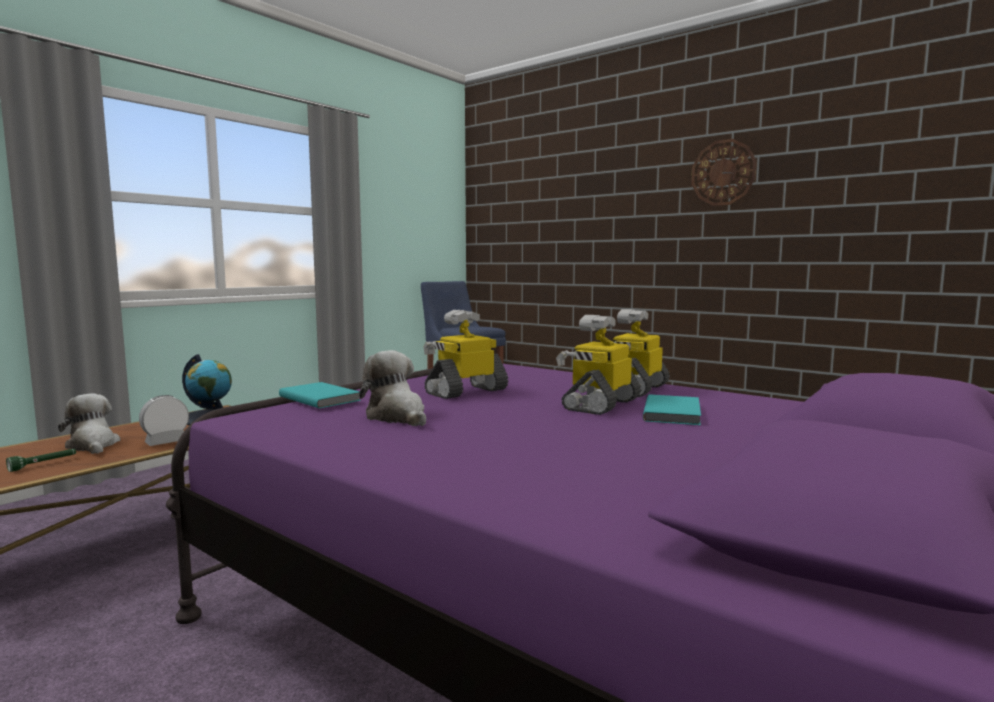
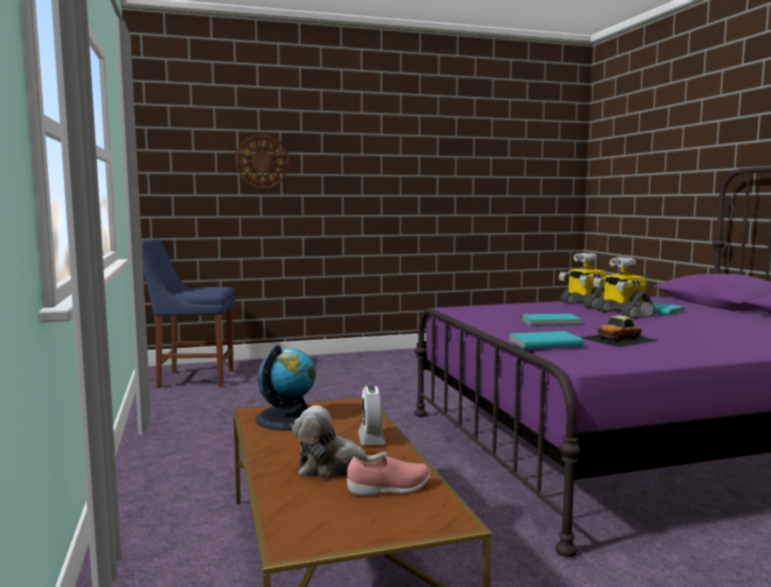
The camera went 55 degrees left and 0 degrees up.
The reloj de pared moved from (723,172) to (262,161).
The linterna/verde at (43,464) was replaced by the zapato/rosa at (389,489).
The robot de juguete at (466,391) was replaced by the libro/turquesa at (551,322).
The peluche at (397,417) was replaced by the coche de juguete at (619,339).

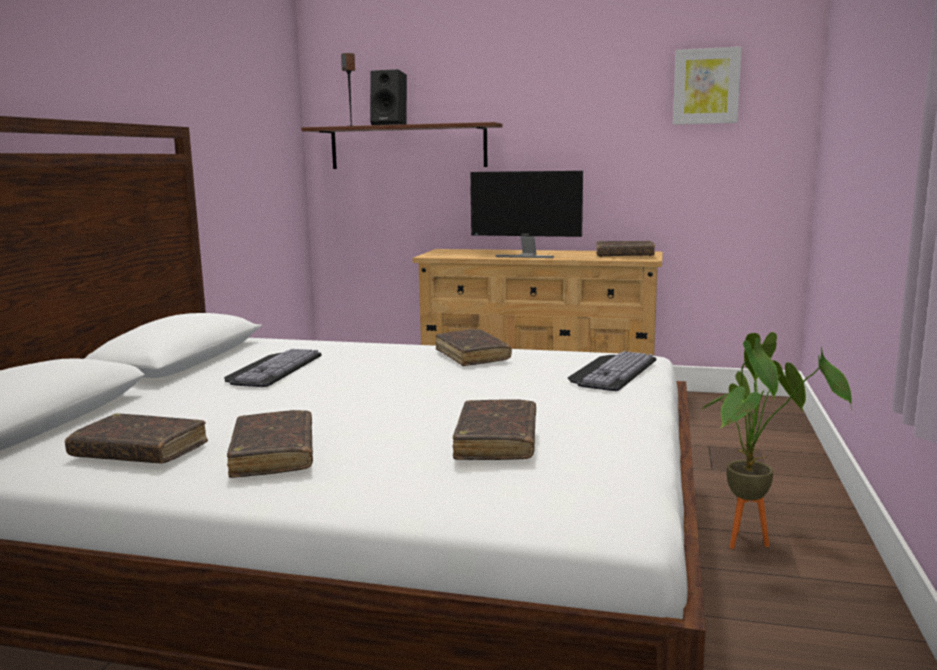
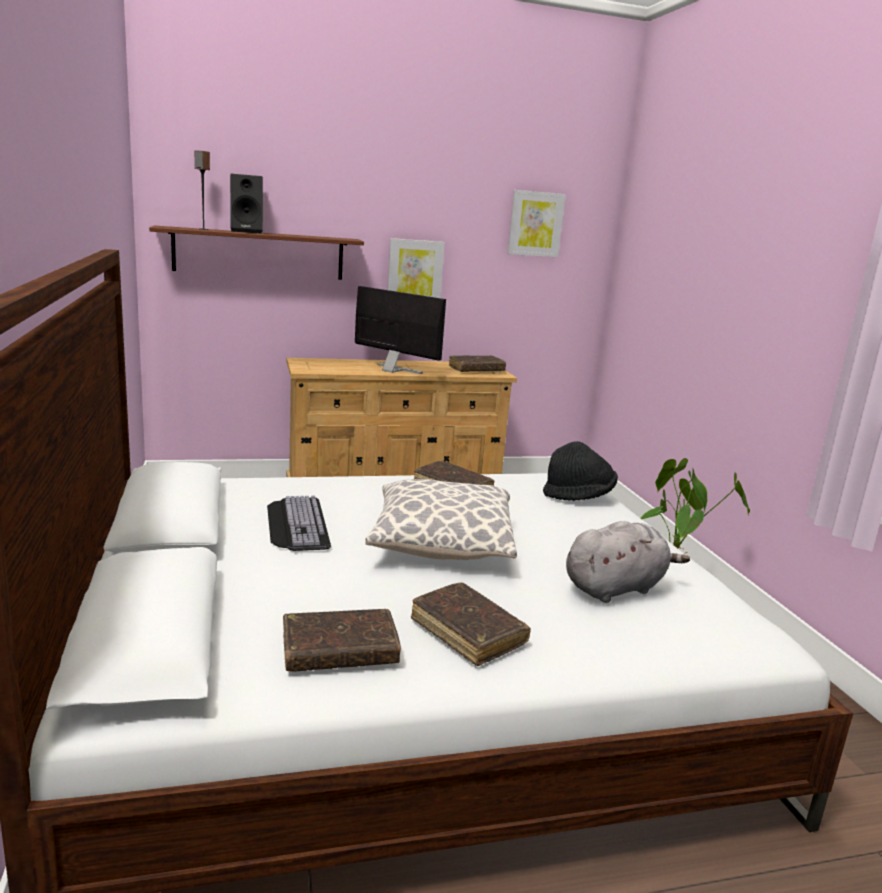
The camera went 30 degrees left and 5 degrees up.
The monitor at (526,256) turned 135 degrees counterclockwise.
The cojín at (441,545) appeared.
The cuadro at (415,272) appeared.
The teclado at (610,371) was replaced by the sombrero/negro at (578,496).
The libro/marrón at (496,442) was replaced by the peluche/gris at (616,588).

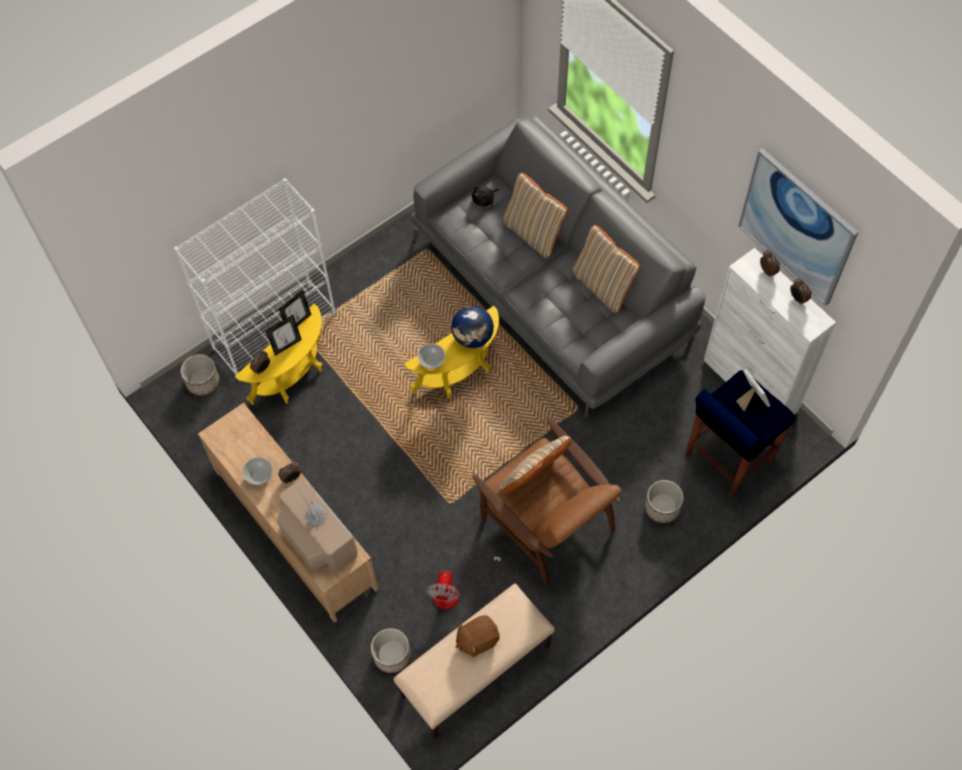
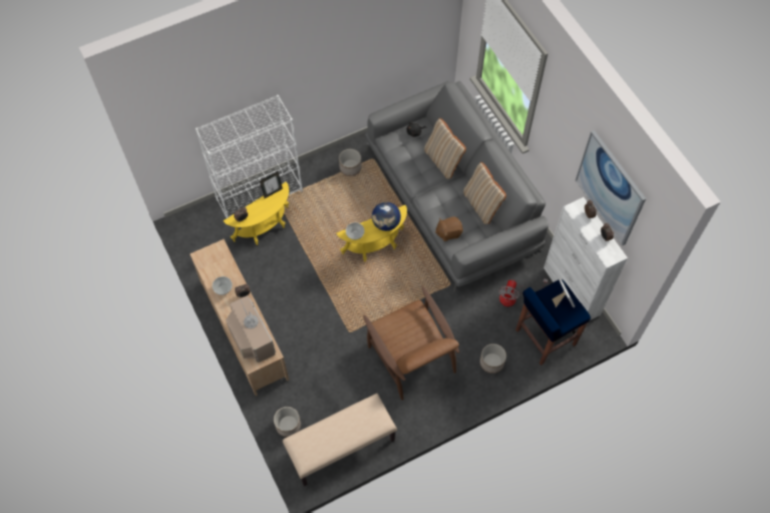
The camera went 10 degrees right and 0 degrees up.
The maceta moved from (203,382) to (350,167).
The peluche/marrón moved from (477,640) to (448,232).
The ventilador moved from (455,591) to (514,297).
The portarretratos at (287,346) disappeared.
The cojín/beis at (534,478) disappeared.

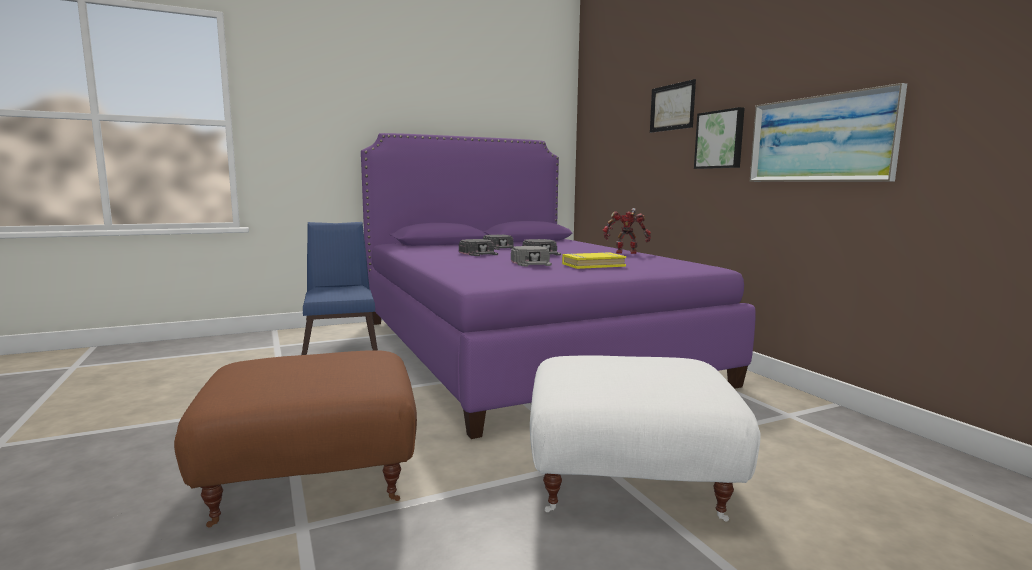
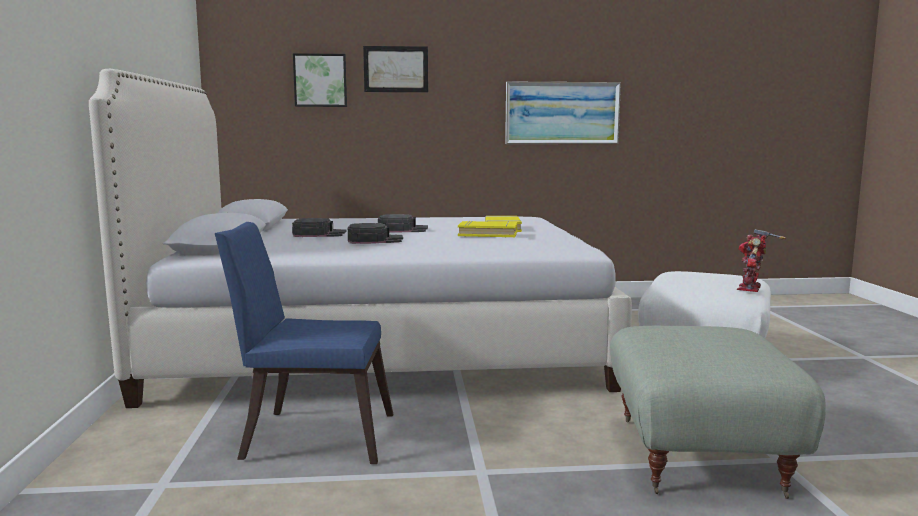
The camera went 70 degrees left and 0 degrees up.
The cama/morado at (523,349) became the cama/blanco at (381,347).
The cuadro moved from (720,139) to (320,80).
The gorra/gris at (531,262) was replaced by the libro/amarillo at (488,234).
The puf/marrón at (312,483) became the puf/gris at (701,455).
The robot de juguete moved from (626,253) to (751,288).

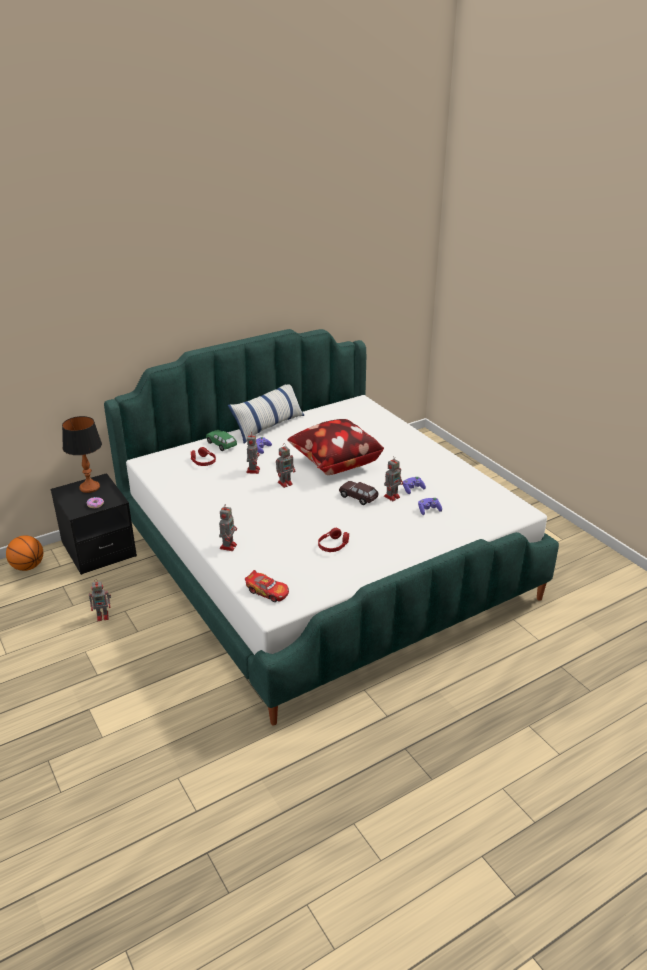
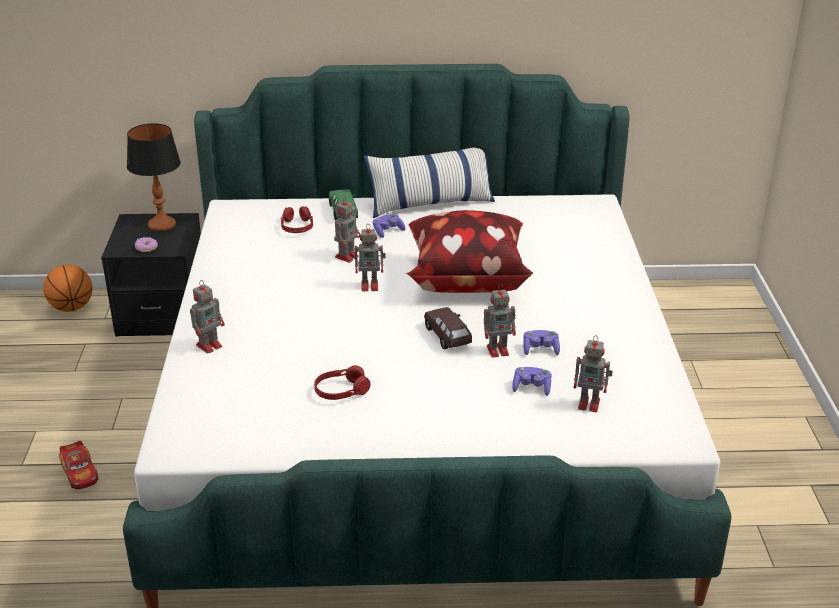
The camera went 30 degrees right and 0 degrees up.
The coche de juguete moved from (267,591) to (80,473).
The robot de juguete moved from (103,616) to (590,404).

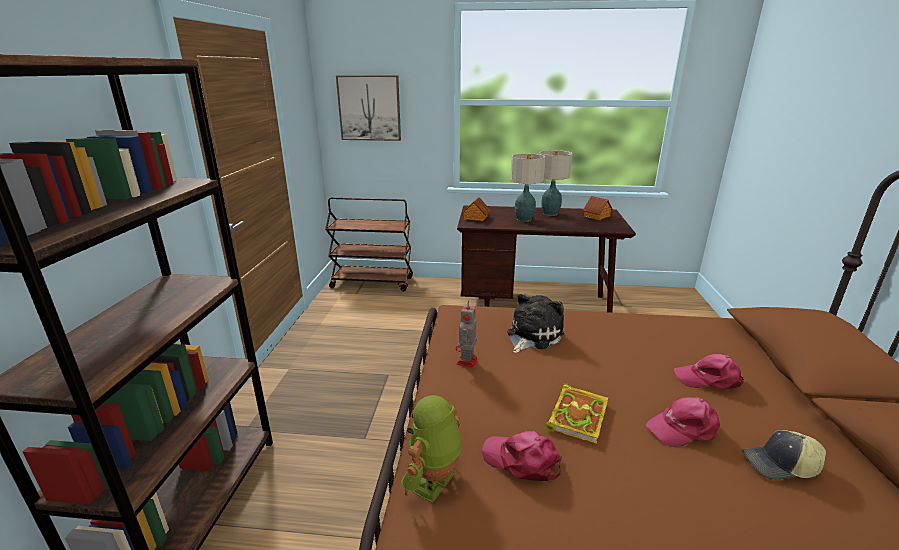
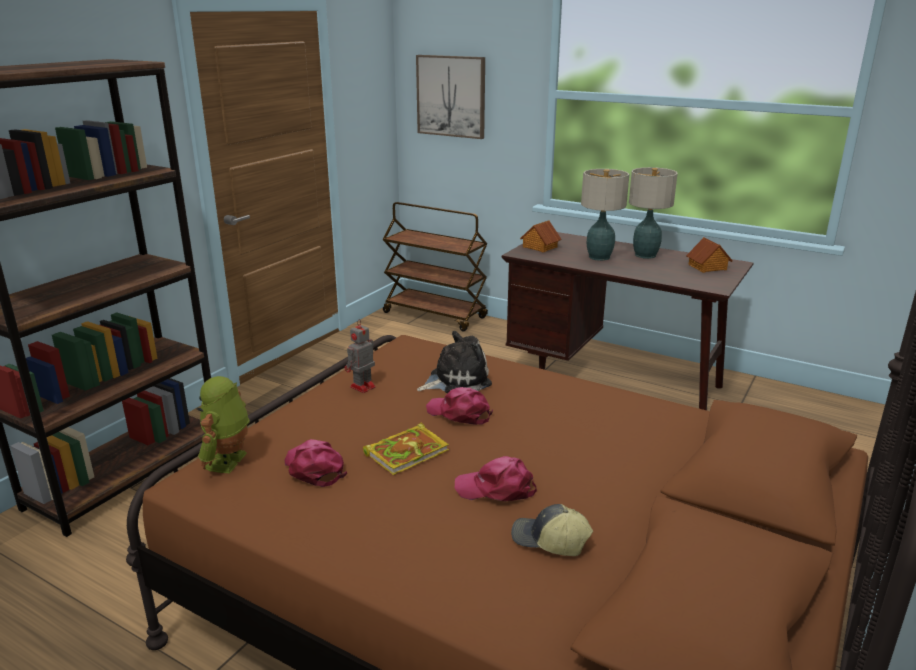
The camera went 25 degrees right and 0 degrees up.
The robot de juguete at (434,483) turned 45 degrees counterclockwise.
The gorra/rosa moved from (708,379) to (459,413).

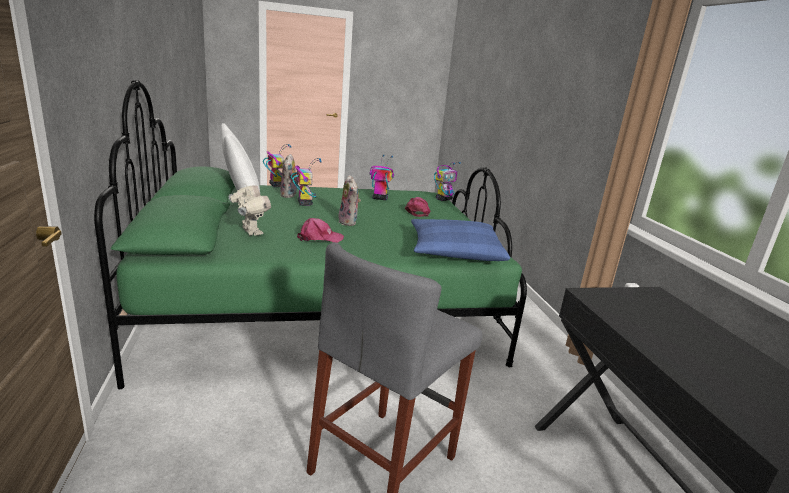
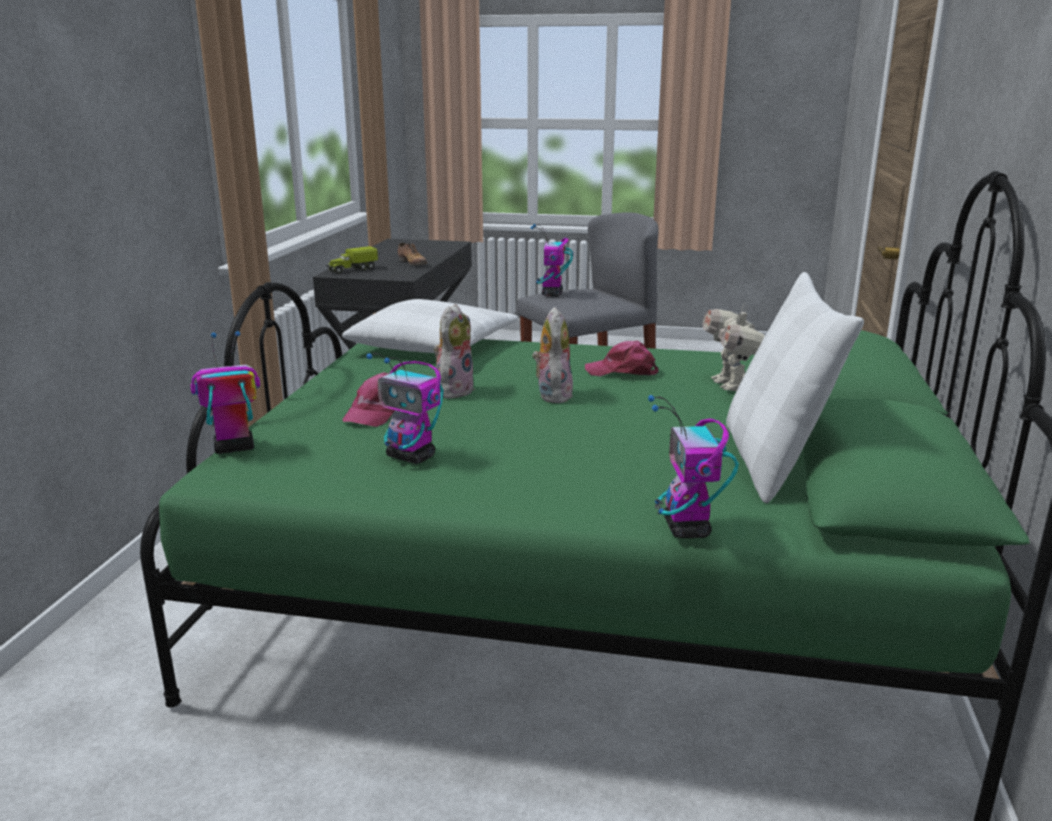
The camera went 155 degrees left and 0 degrees up.
The camión de juguete at (352,270) appeared.
The cojín/azul at (454,251) became the cojín/blanco at (433,346).
The zapato at (413,263) appeared.
The peluche moved from (289,195) to (453,390).
The robot de juguete moved from (304,203) to (552,294).

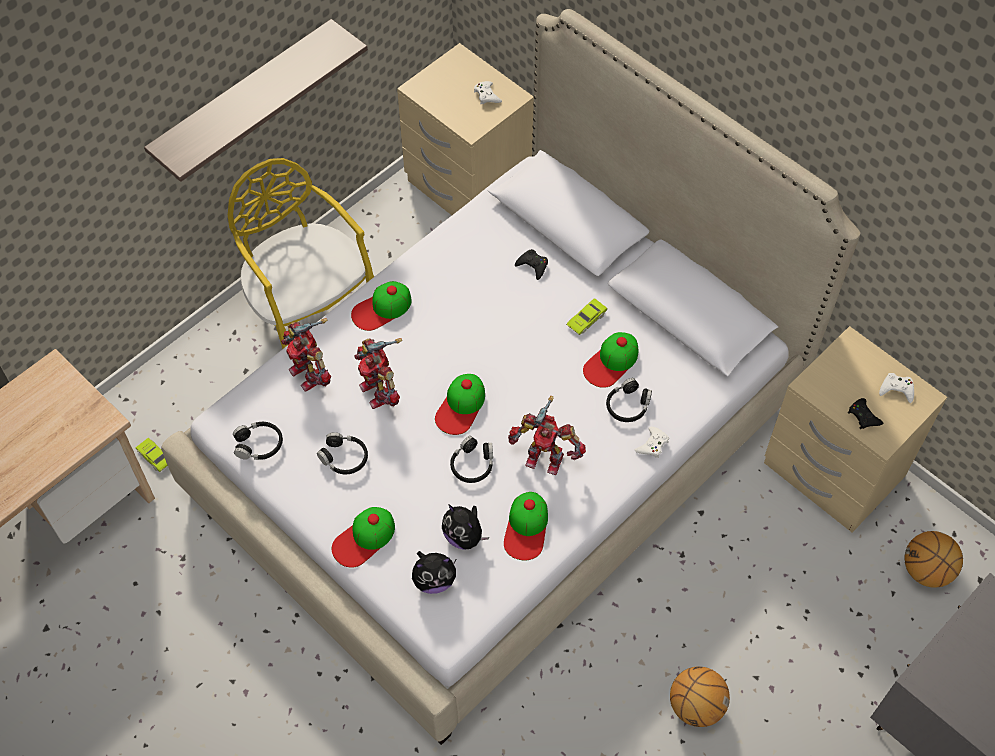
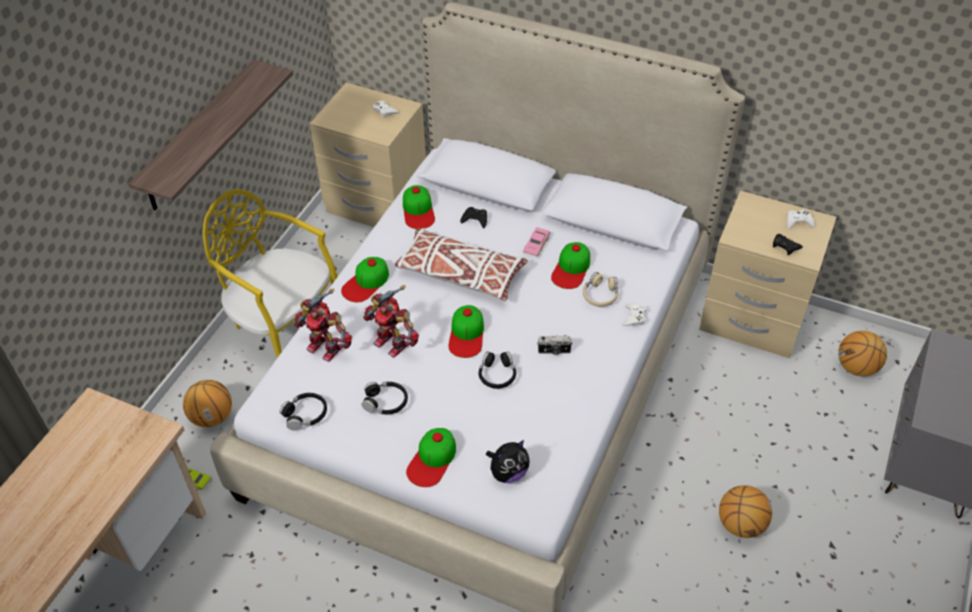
The camera went 20 degrees left and 10 degrees down.
The balón de baloncesto at (212,417) appeared.
The cojín/blanco at (460,273) appeared.
The gorra moved from (526,528) to (418,211).
The coche de juguete/verde at (586,319) became the coche de juguete/rosa at (536,245).
The robot de juguete at (545,457) was replaced by the cámara at (554,351).
The auriculares/negro at (628,405) became the auriculares/beis at (600,295).
The peluche at (464,536) disappeared.

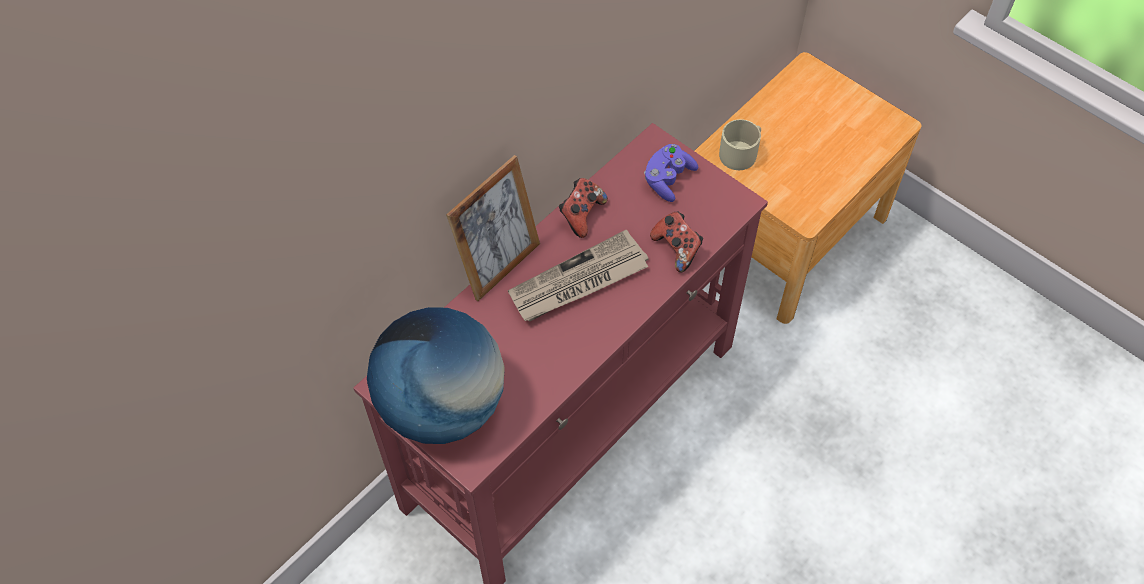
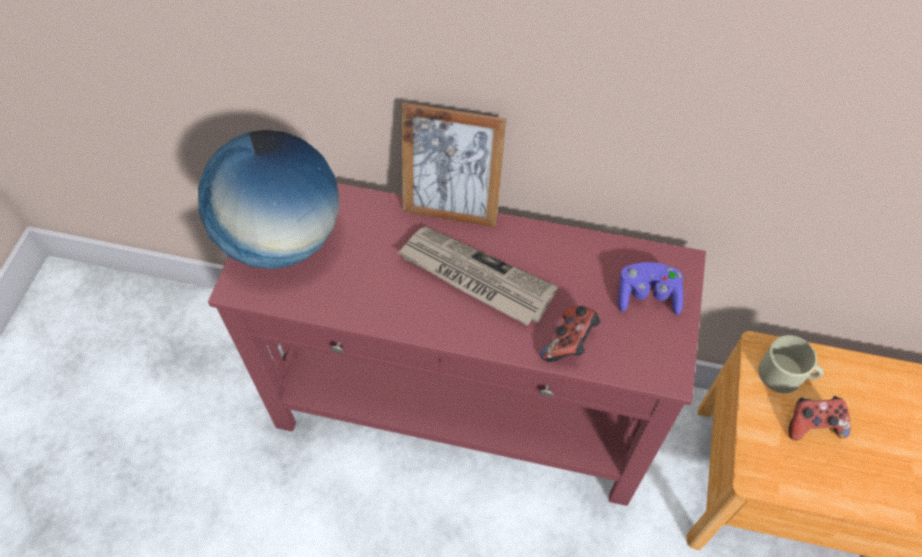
The camera went 60 degrees right and 0 degrees up.
The mando de consola moved from (581,215) to (813,424).

